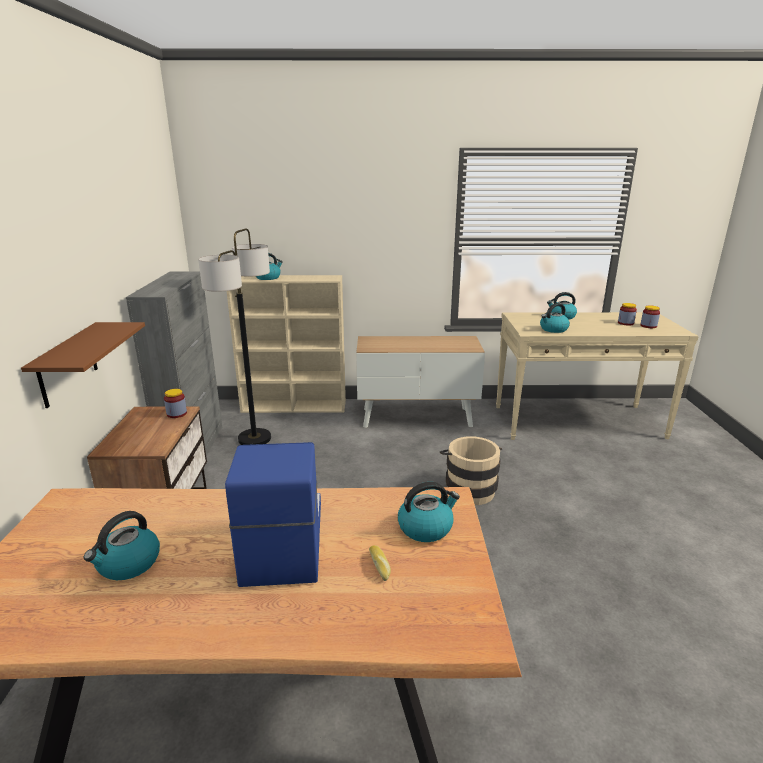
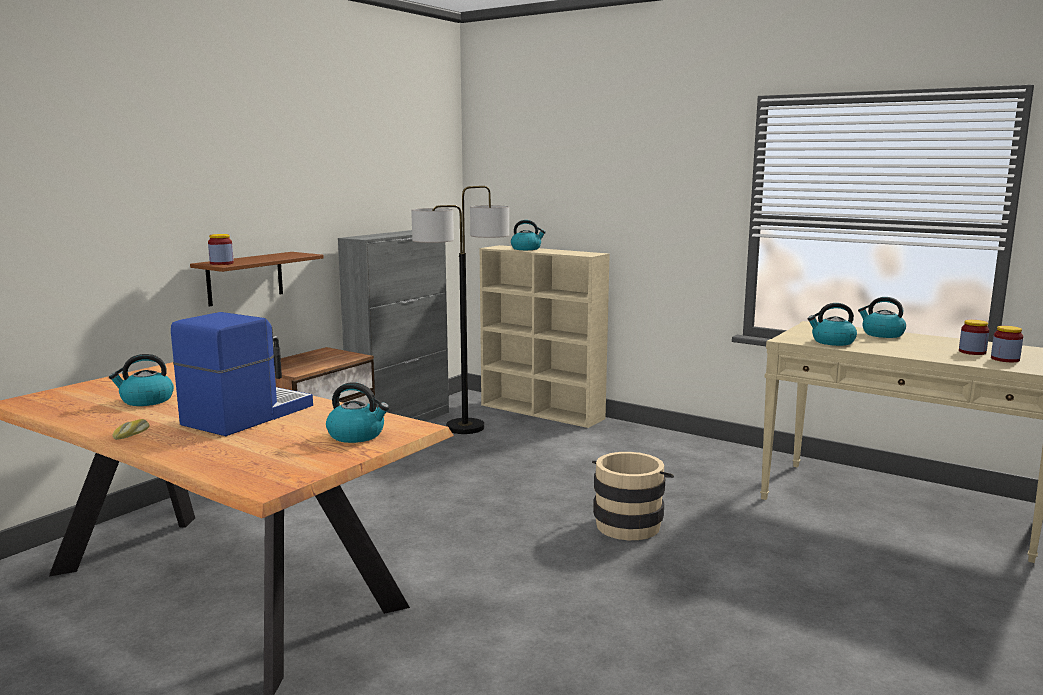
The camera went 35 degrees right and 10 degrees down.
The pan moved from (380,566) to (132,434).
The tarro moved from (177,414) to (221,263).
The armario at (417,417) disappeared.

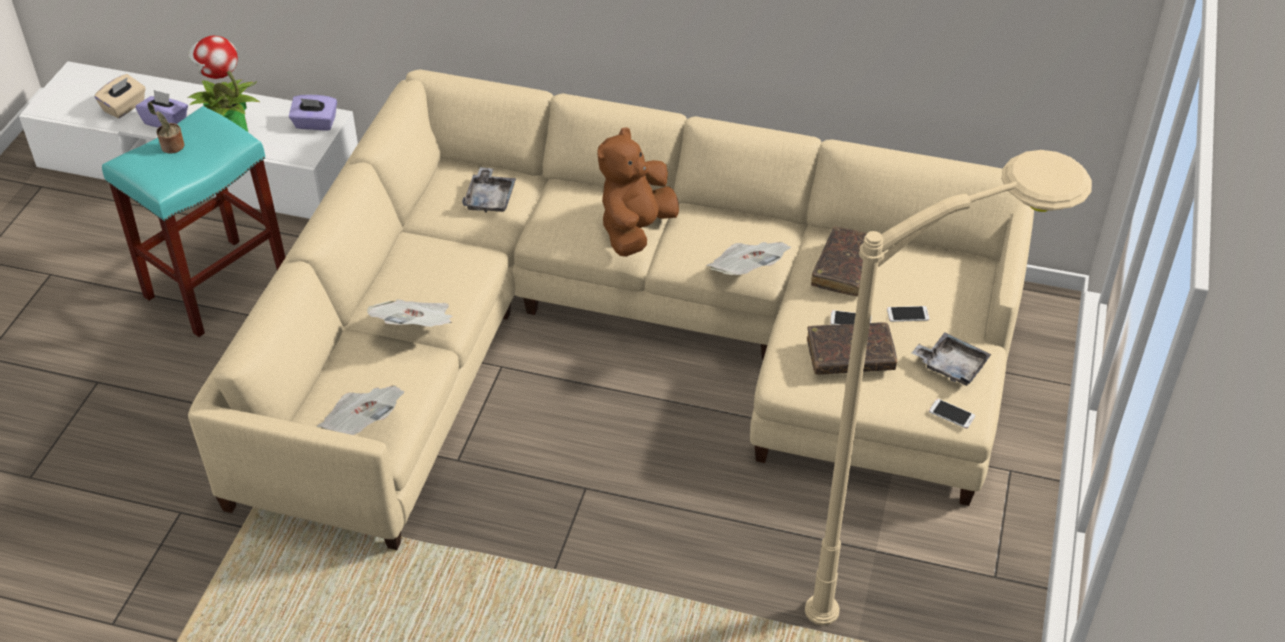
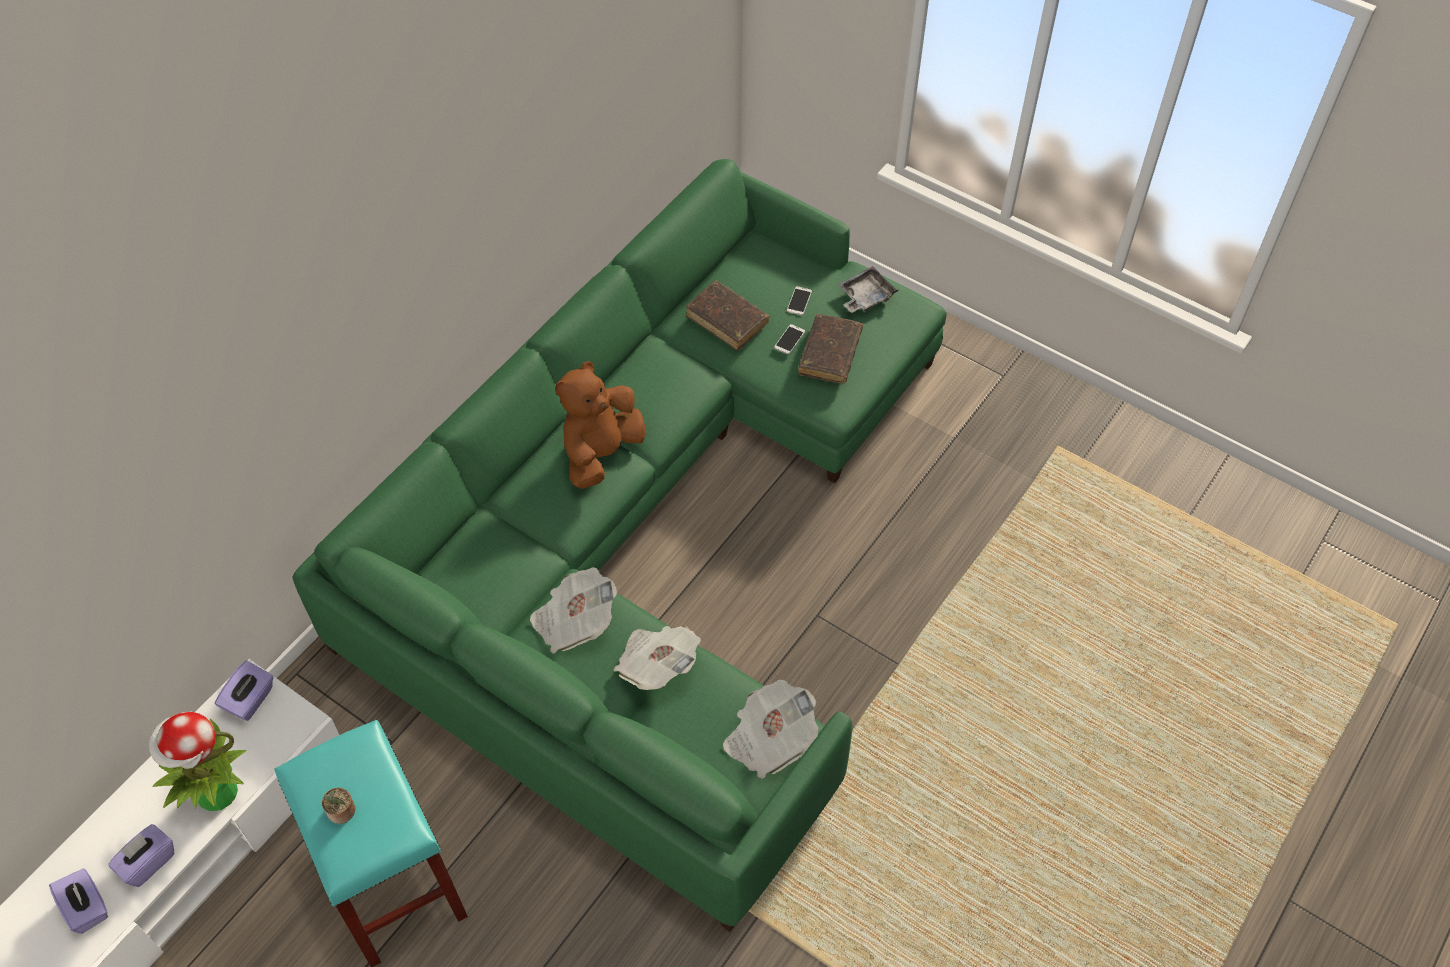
The camera went 70 degrees left and 10 degrees up.
The caja de pañuelos/beis at (124,107) became the caja de pañuelos/morado at (87,907).
The sofá/beis at (623,338) became the sofá/verde at (649,533).
The periódico moved from (747,272) to (574,622).
The peluche/marrón at (636,230) turned 75 degrees clockwise.
The bandeja/gris at (490,198) disappeared.
The lámpara de pie/beis at (918,578) disappeared.
The móvil at (951,414) disappeared.

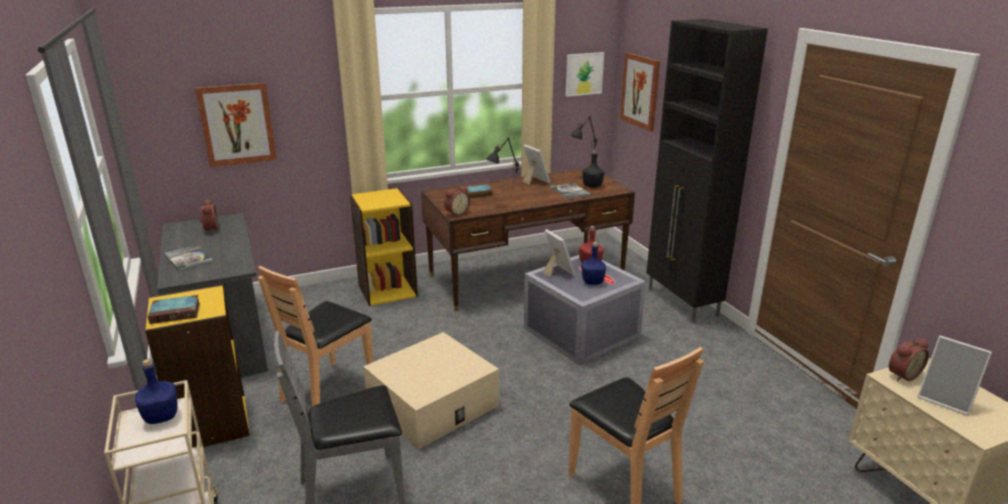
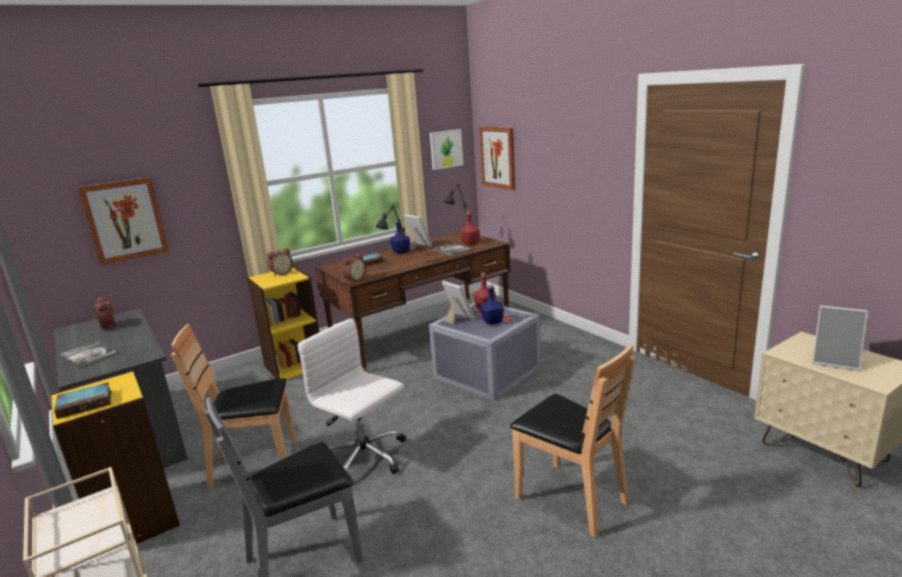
The camera went 10 degrees left and 5 degrees down.
The silla/marrón at (328,389) turned 60 degrees clockwise.
The despertador moved from (901,374) to (281,273).
The caja de almacenaje/beis at (432,404) was replaced by the silla de oficina/blanco at (365,459).
The botella/azul moved from (161,416) to (401,252).
The botella/negro at (592,186) became the botella/rojo at (470,243).
The armario/negro at (682,303) disappeared.

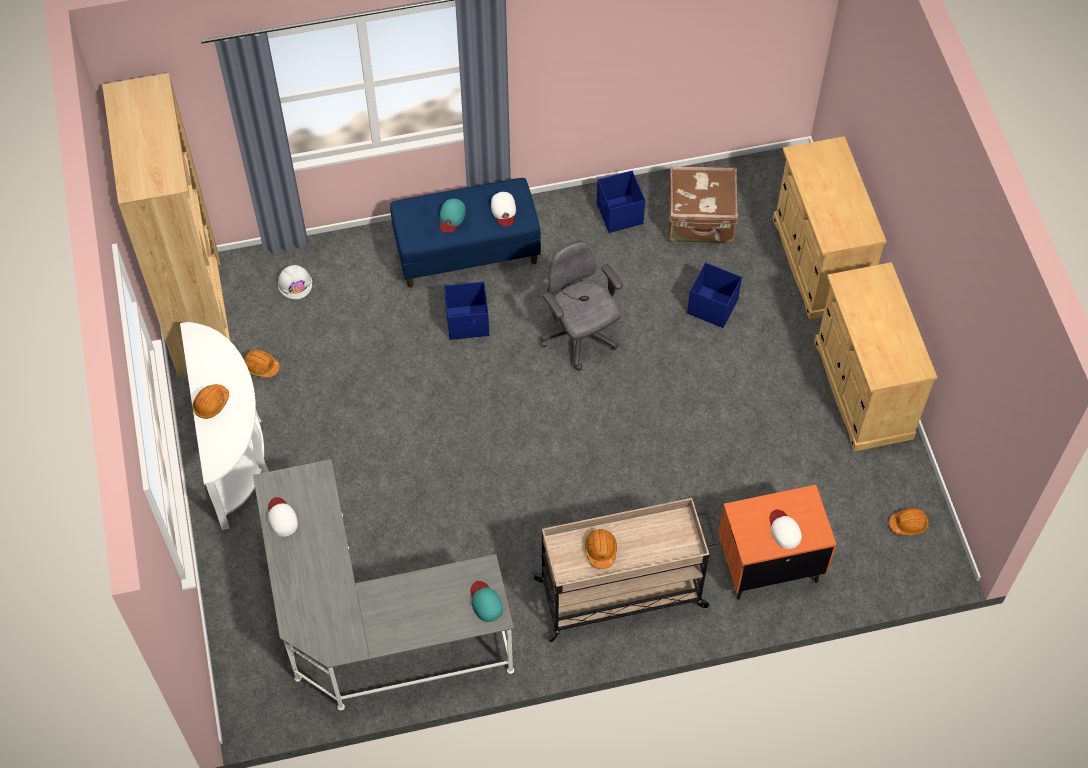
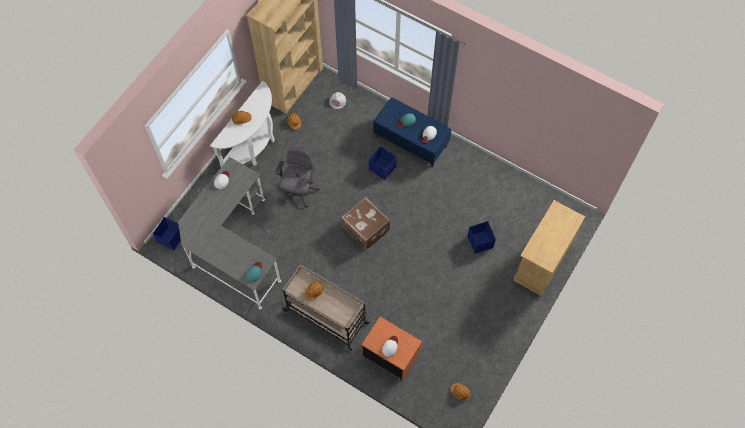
The camera went 45 degrees right and 5 degrees up.
The caja de almacenaje/azul moved from (619,214) to (171,238).
The silla de oficina/gris moved from (580,338) to (299,191).
The maleta/marrón moved from (701,221) to (365,230).
The armario/beis at (862,389) disappeared.

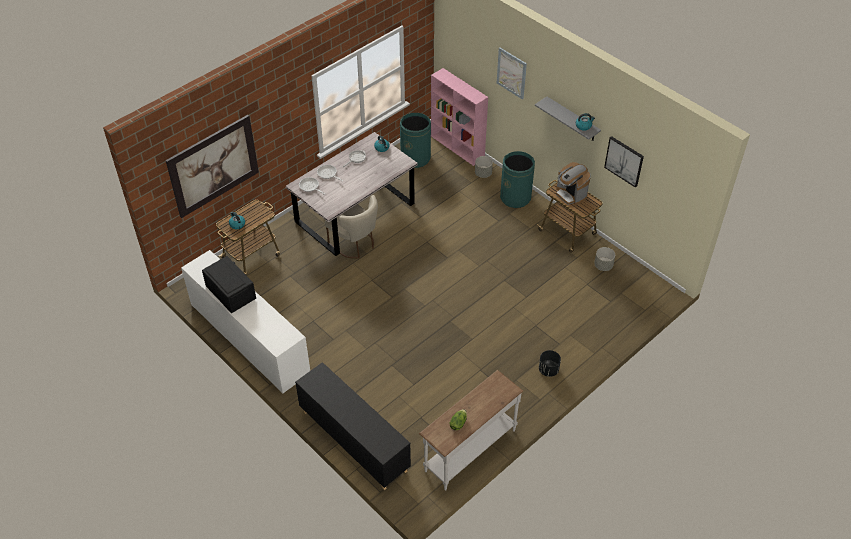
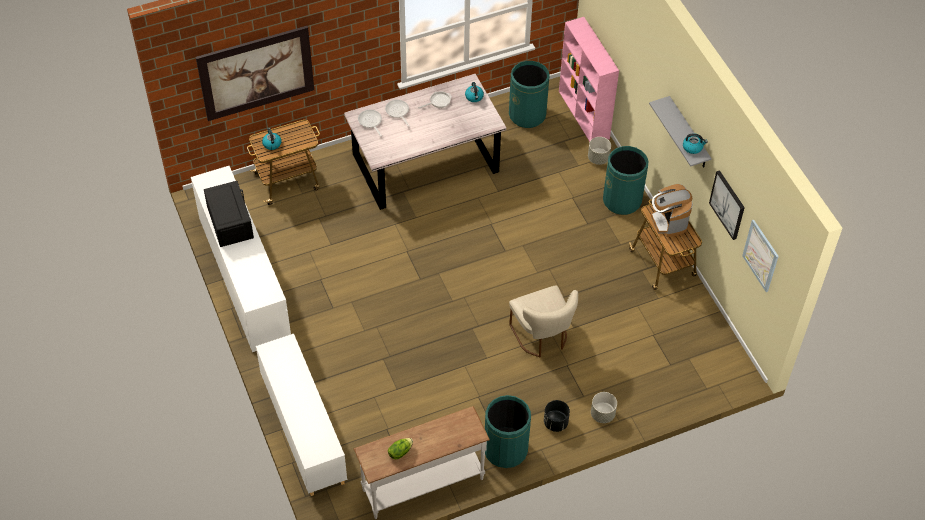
The camera went 20 degrees right and 5 degrees up.
The armario/negro at (354,441) became the armario/blanco at (303,430).
The papelera/verde at (505,450) appeared.
The silla/beis moved from (355,244) to (542,337).
The maceta/gris moved from (603,266) to (602,414).
The cuadro moved from (511,73) to (760,255).

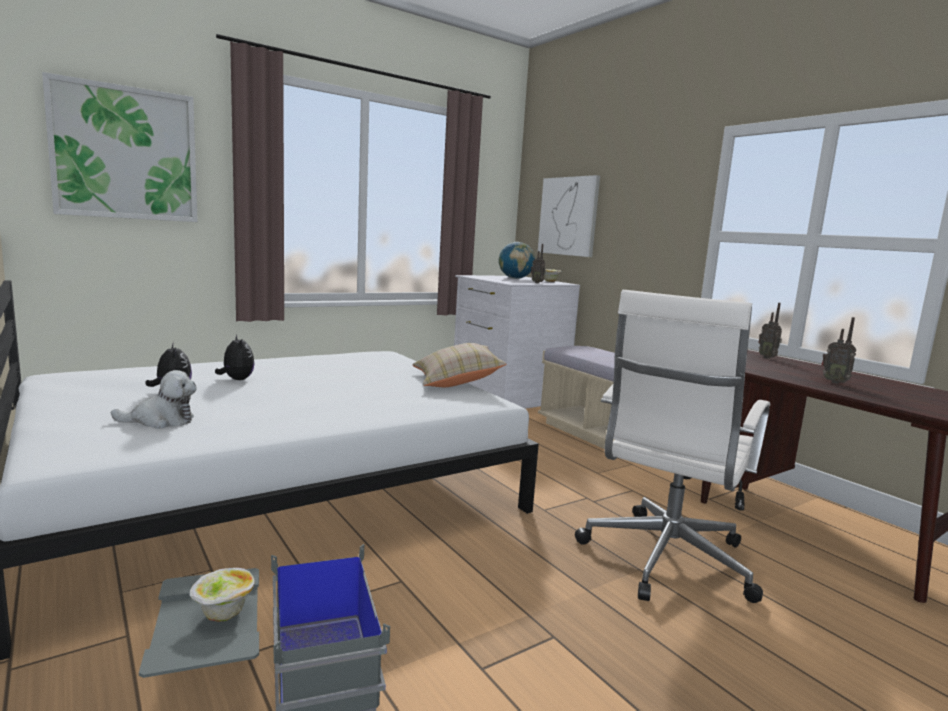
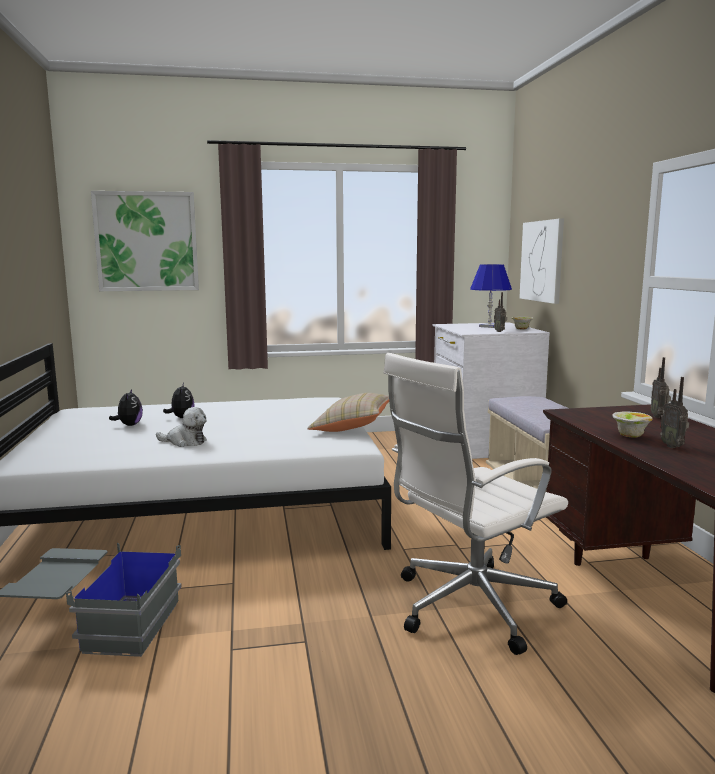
The camera went 25 degrees right and 0 degrees up.
The peluche moved from (161,421) to (185,442).
The globo terráqueo at (515,278) was replaced by the lámpara de mesa/azul at (489,326).
The cuenco moved from (223,614) to (629,436).

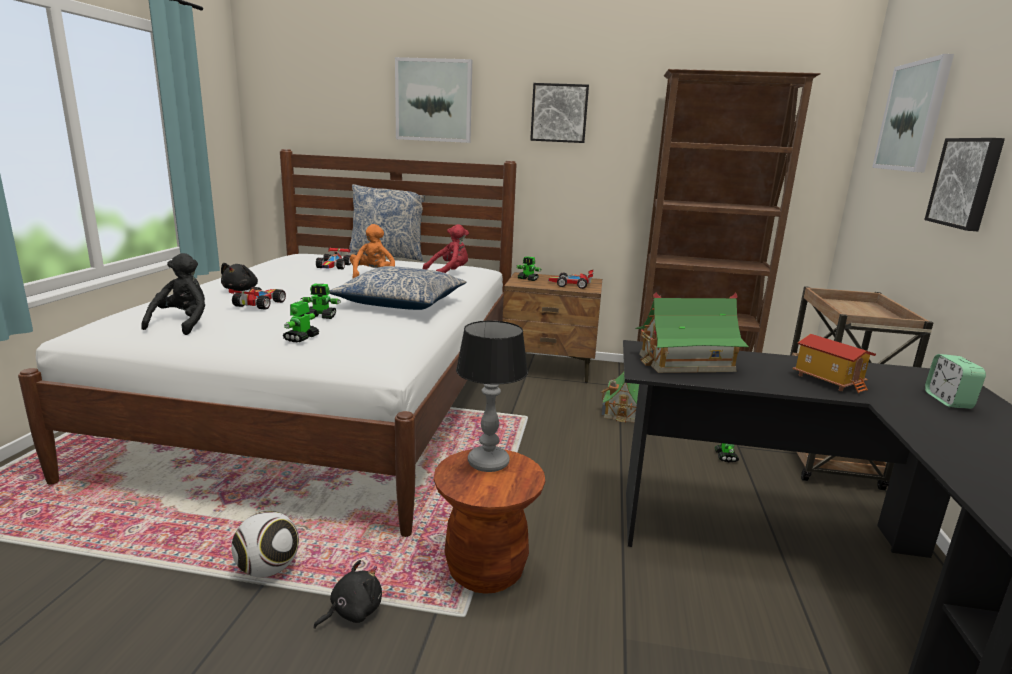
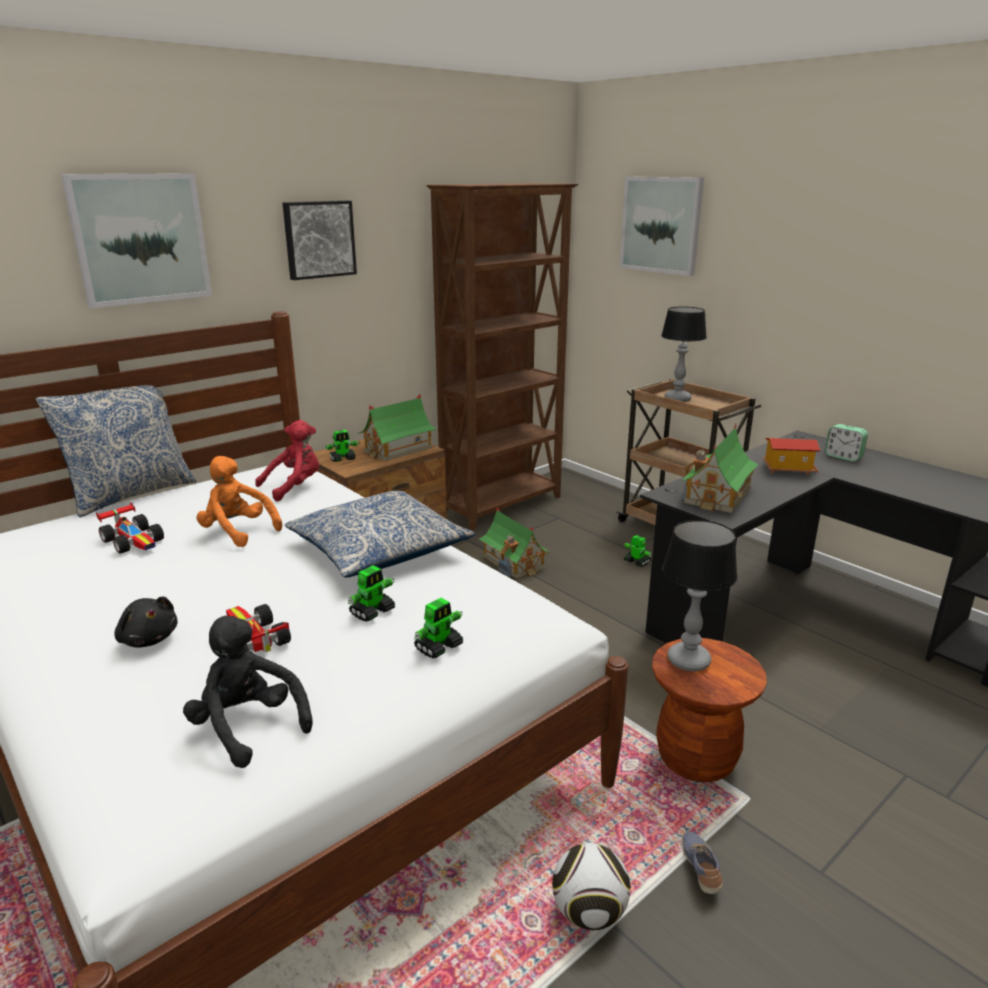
The camera went 50 degrees left and 5 degrees up.
The peluche/rojo at (449,273) turned 45 degrees clockwise.
The coche de juguete at (571,285) was replaced by the casita at (397,449).
The robot de juguete at (301,338) turned 105 degrees counterclockwise.
The lámpara de mesa at (676,399) appeared.
The peluche/negro at (352,611) was replaced by the zapato at (701,868).
The cuadro at (966,183) disappeared.

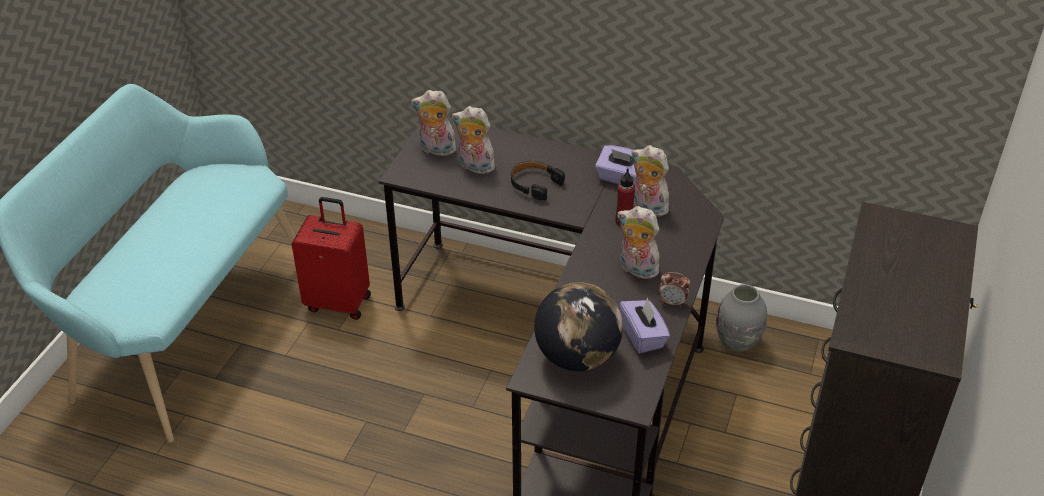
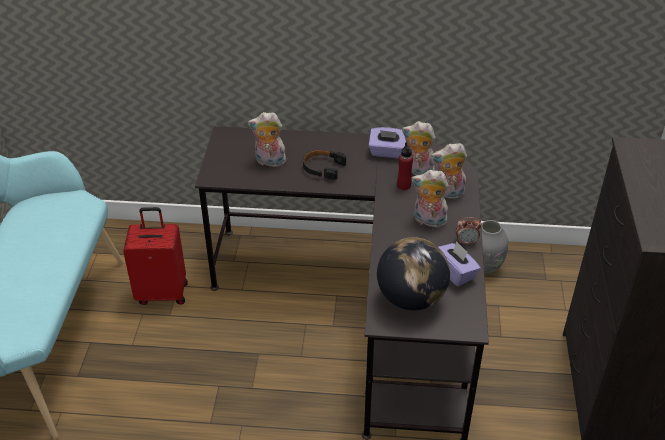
The camera went 15 degrees left and 0 degrees up.
The peluche moved from (436,150) to (447,194).

